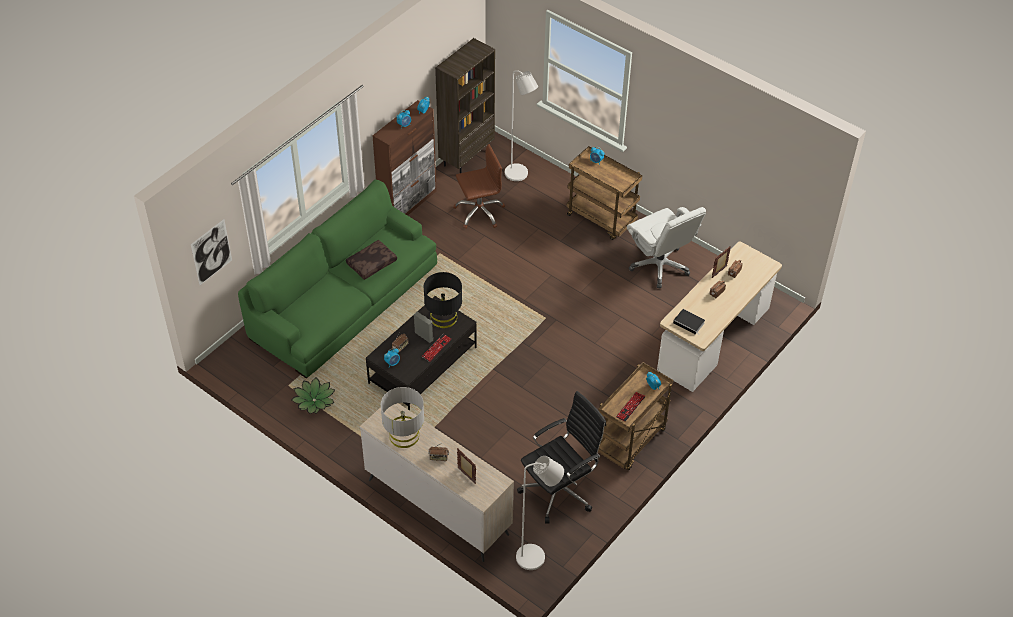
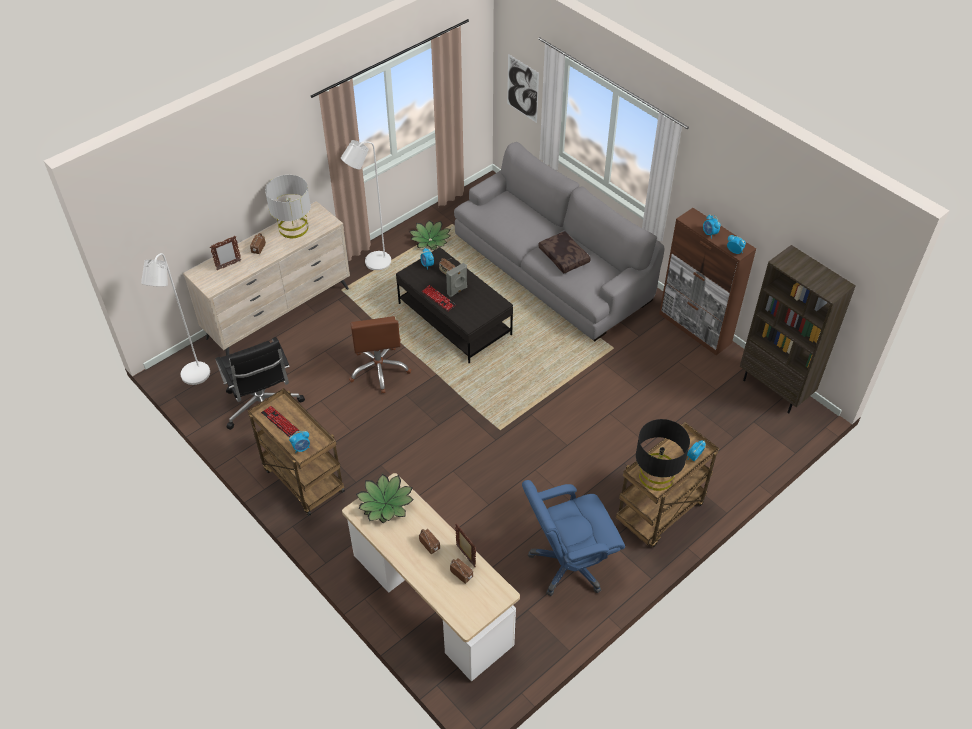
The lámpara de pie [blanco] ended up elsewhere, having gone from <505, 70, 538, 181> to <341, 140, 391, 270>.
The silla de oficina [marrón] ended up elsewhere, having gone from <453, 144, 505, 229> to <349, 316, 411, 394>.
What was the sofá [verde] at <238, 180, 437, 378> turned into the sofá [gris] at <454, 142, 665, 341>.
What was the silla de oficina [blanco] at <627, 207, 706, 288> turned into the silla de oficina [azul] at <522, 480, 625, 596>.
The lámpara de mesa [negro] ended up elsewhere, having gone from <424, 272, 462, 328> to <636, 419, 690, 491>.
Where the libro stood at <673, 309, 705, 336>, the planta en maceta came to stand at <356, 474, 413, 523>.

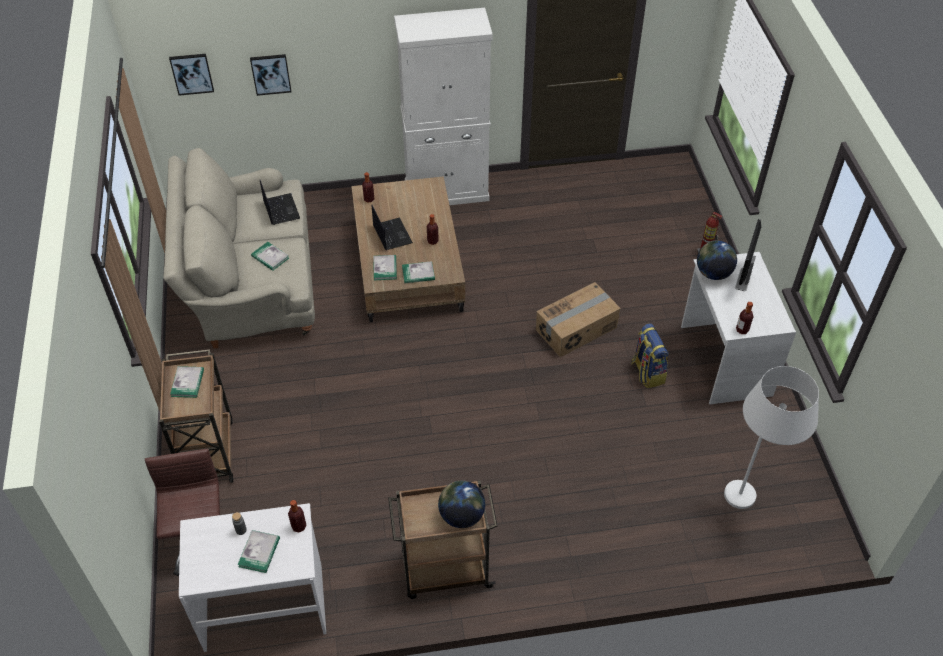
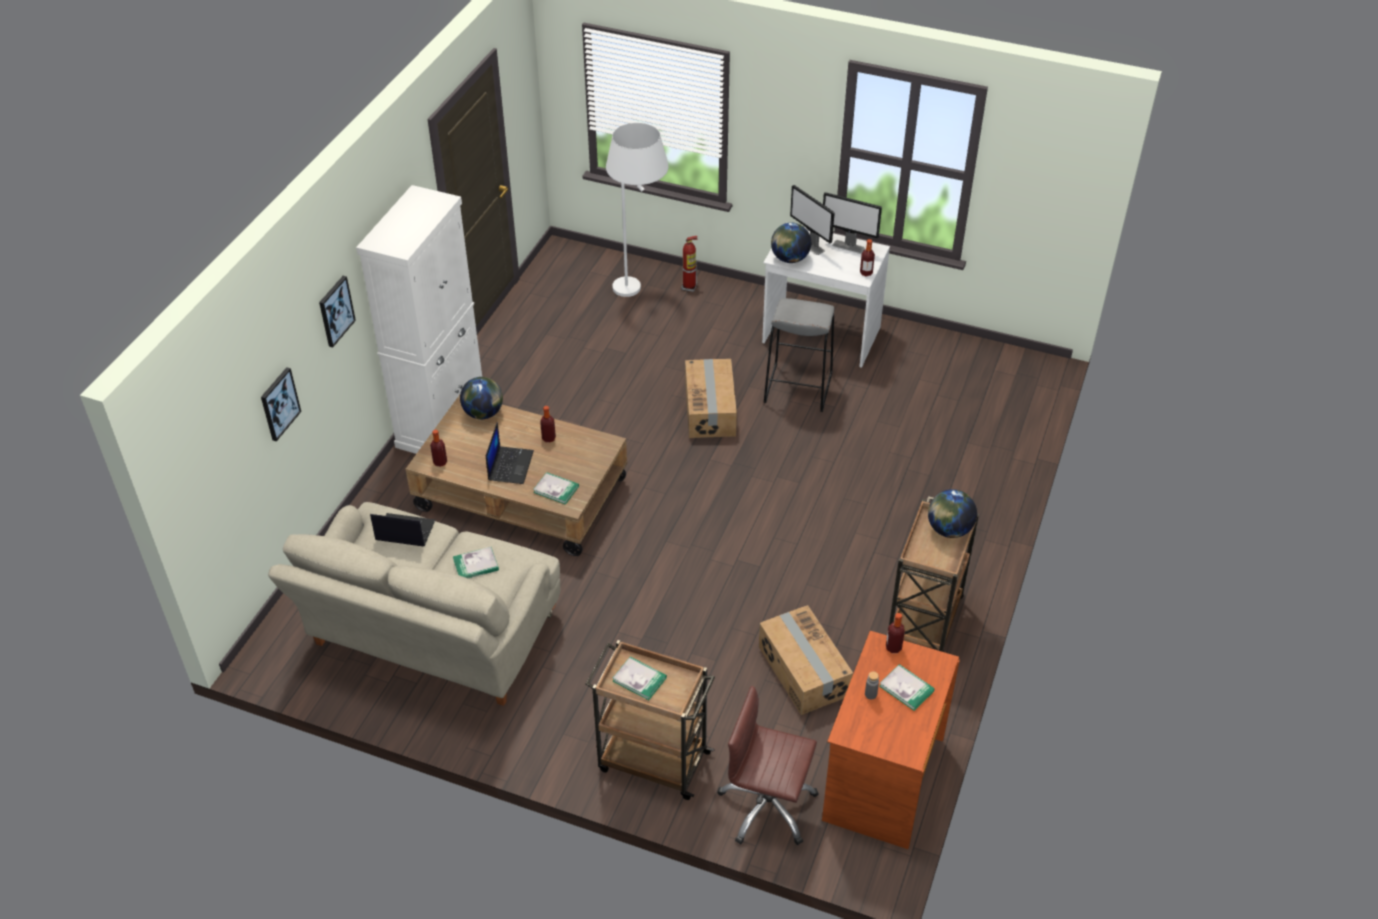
The cuadro ended up elsewhere, having gone from <169, 54, 214, 96> to <319, 276, 356, 347>.
The portátil at <372, 205, 413, 250> ended up facing another way, 90 degrees clockwise from before.
The second view lost the libro at <402, 261, 435, 283>.
Where the mochila stood at <631, 323, 669, 388>, the taburete [gris] came to stand at <764, 298, 834, 412>.
The lámpara de pie [blanco] ended up elsewhere, having gone from <724, 366, 819, 509> to <606, 123, 668, 297>.
What was the escritorio [blanco] at <179, 503, 326, 652> turned into the escritorio [marrón] at <822, 631, 960, 849>.
The second view gained the monitor at <823, 192, 882, 254>.
The second view gained the globo terráqueo at <460, 377, 503, 419>.
The second view gained the caja de cartón at <759, 605, 853, 715>.

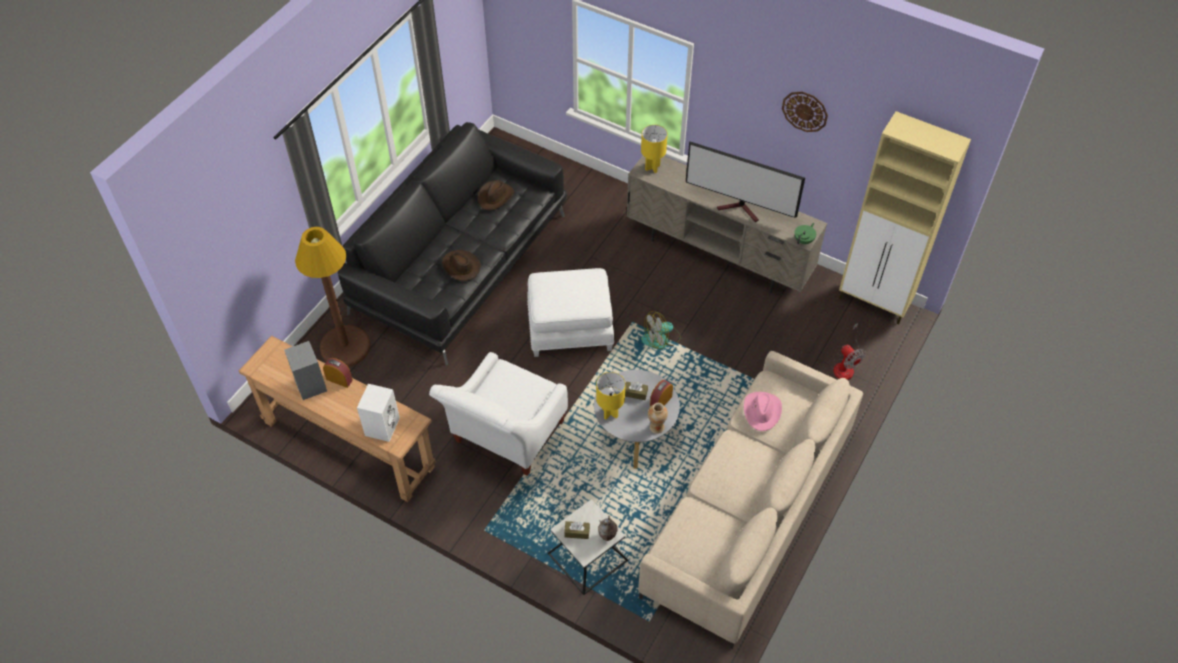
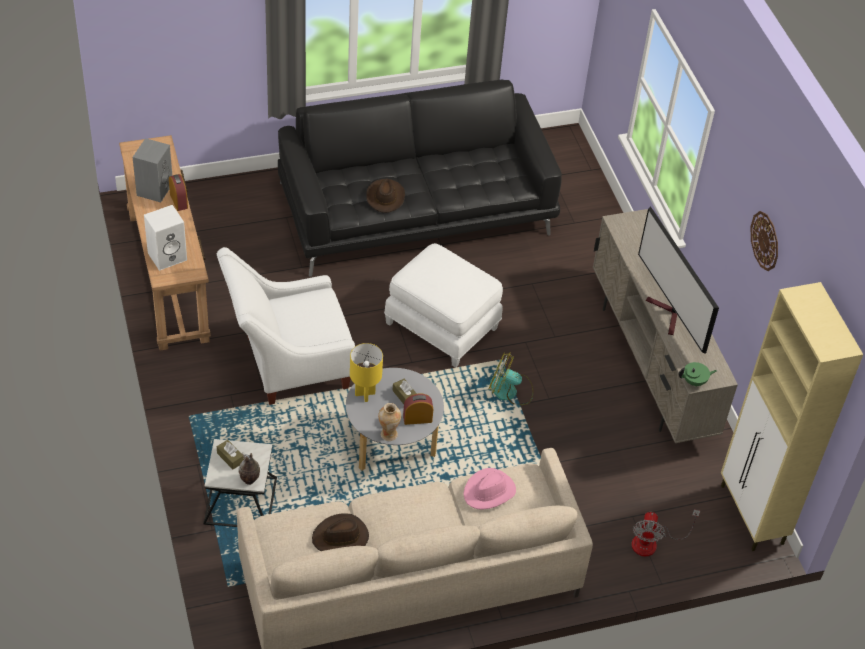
The second view lost the lámpara de mesa [amarillo] at <641, 125, 668, 173>.
The sombrero [marrón] ended up elsewhere, having gone from <478, 180, 514, 210> to <312, 513, 369, 551>.
The second view lost the lámpara de pie [marrón] at <295, 227, 371, 367>.

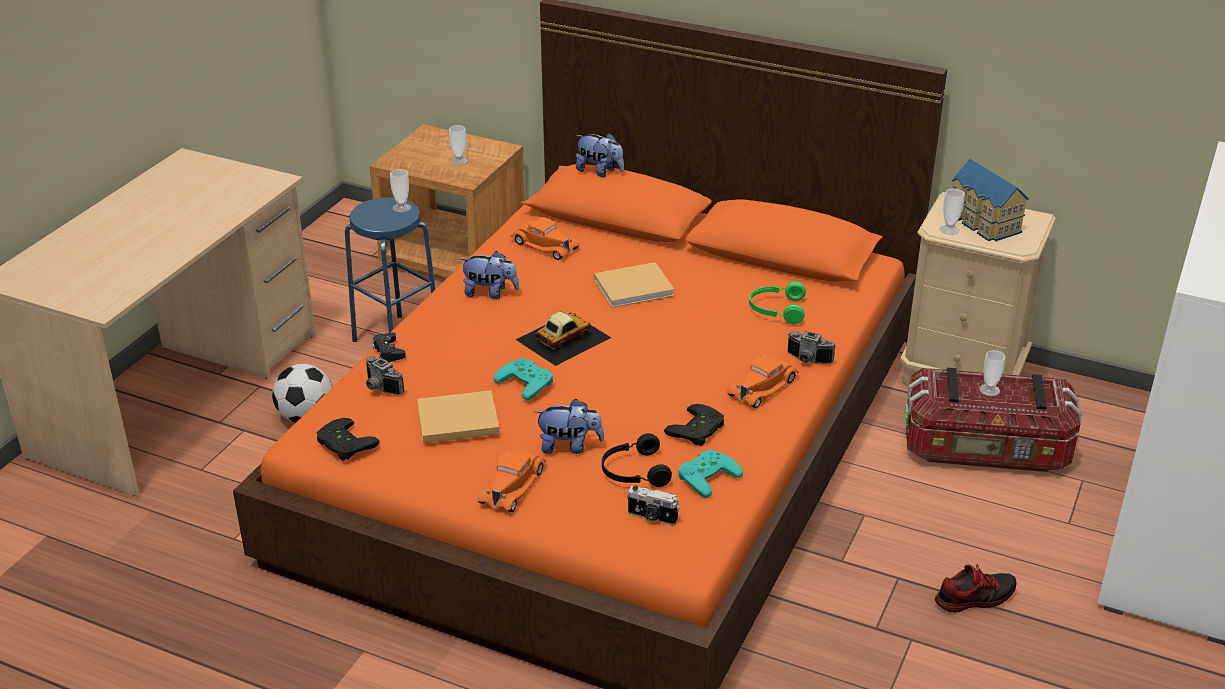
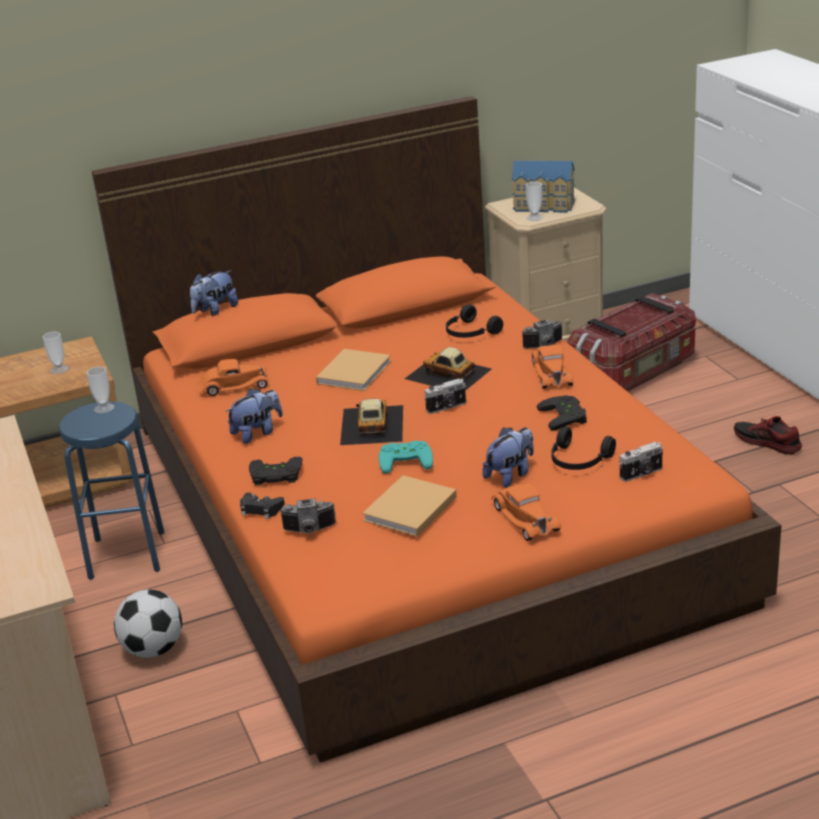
The peluche at <576, 133, 624, 177> ended up facing another way, 150 degrees clockwise from before.
What was the auriculares [verde] at <749, 281, 806, 325> turned into the auriculares [negro] at <446, 305, 503, 338>.
The second view lost the taza at <979, 350, 1006, 396>.
The mando de consola [negro] ended up elsewhere, having gone from <317, 418, 380, 461> to <249, 457, 302, 485>.
The second view lost the mando de consola [turquesa] at <678, 449, 743, 498>.
The zapato at <935, 564, 1017, 613> ended up facing another way, 75 degrees counterclockwise from before.
The second view gained the coche de juguete at <405, 347, 492, 390>.
The second view gained the cámara at <424, 378, 466, 414>.

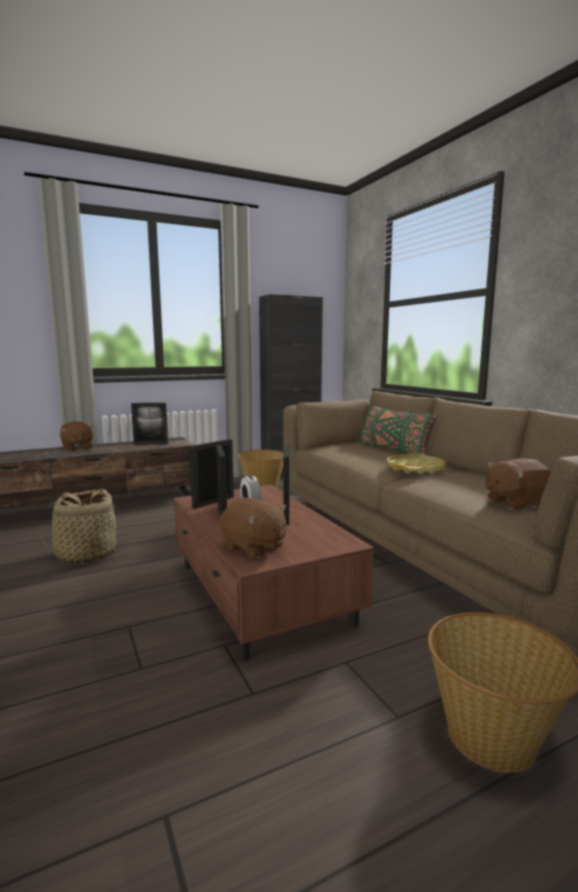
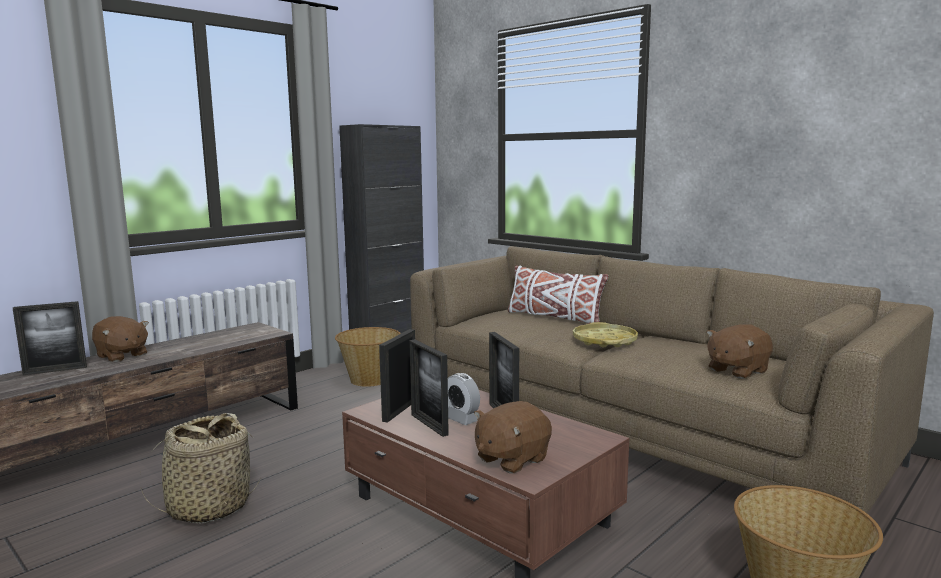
The portarretratos ended up elsewhere, having gone from <131, 403, 168, 445> to <13, 301, 87, 375>.
What was the cojín [verde] at <359, 405, 437, 454> turned into the cojín [blanco] at <508, 266, 609, 324>.
The peluche [marrón] at <220, 498, 287, 558> ended up facing another way, 120 degrees clockwise from before.

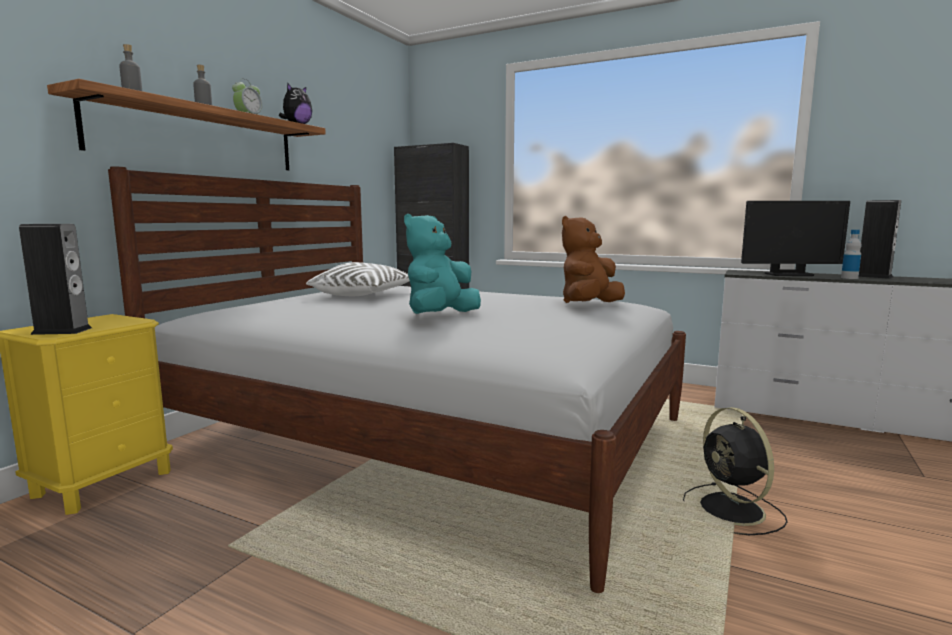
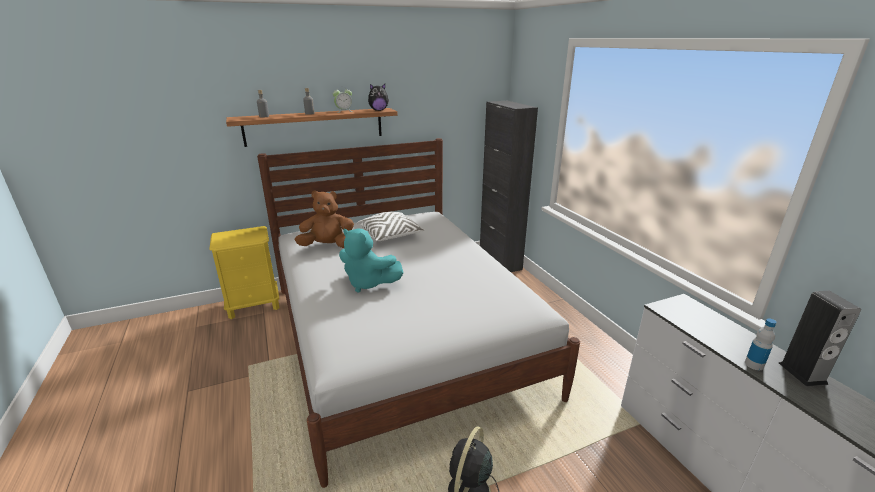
The second view lost the monitor at <741, 201, 850, 276>.
The peluche [turquesa] at <404, 214, 481, 314> ended up facing another way, 135 degrees counterclockwise from before.
The peluche [marrón] ended up elsewhere, having gone from <562, 216, 625, 303> to <295, 190, 354, 248>.
The second view lost the altavoz at <19, 224, 92, 335>.

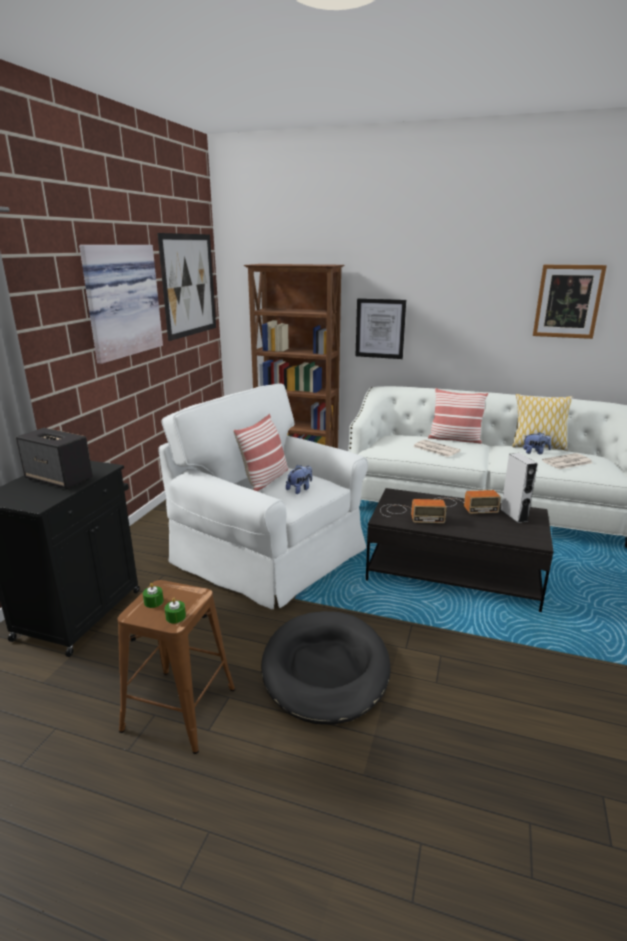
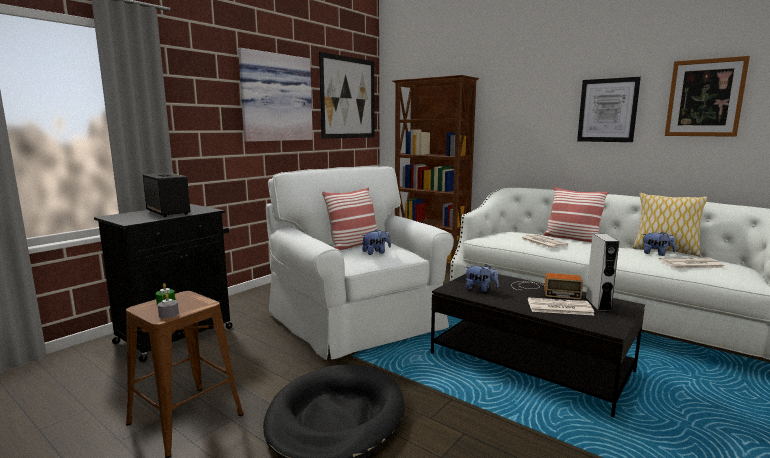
The cuadro ended up elsewhere, having gone from <356, 298, 406, 359> to <577, 77, 641, 142>.
Where the radio stood at <380, 499, 447, 523>, the peluche came to stand at <465, 264, 499, 292>.
What was the vela [verde] at <165, 597, 186, 623> turned into the vela [gris] at <158, 294, 179, 318>.
The second view gained the periódico at <528, 298, 595, 316>.

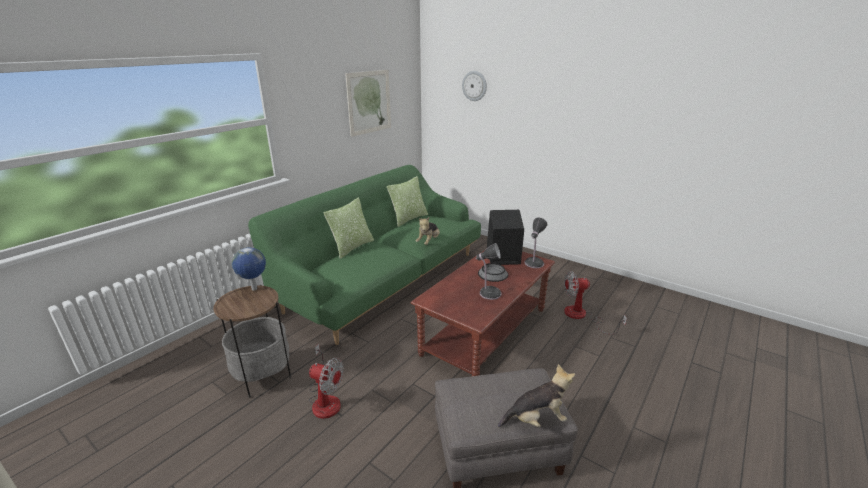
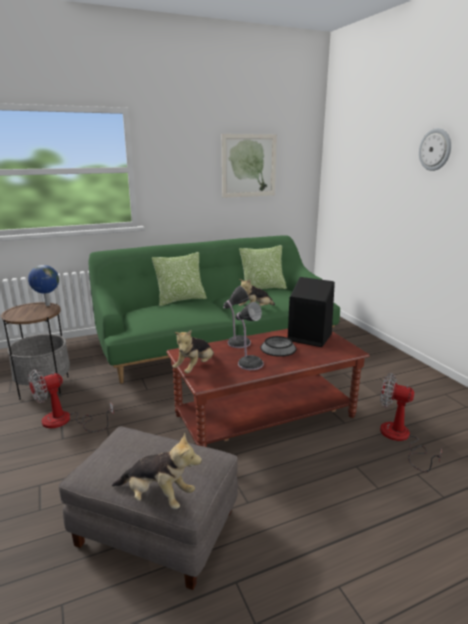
The reloj de pared ended up elsewhere, having gone from <462, 71, 487, 101> to <419, 128, 451, 171>.
The lámpara de mesa ended up elsewhere, having gone from <525, 217, 548, 268> to <223, 286, 251, 348>.
The ventilador at <309, 344, 344, 419> ended up facing another way, 90 degrees clockwise from before.
The second view gained the peluche at <173, 330, 214, 374>.

